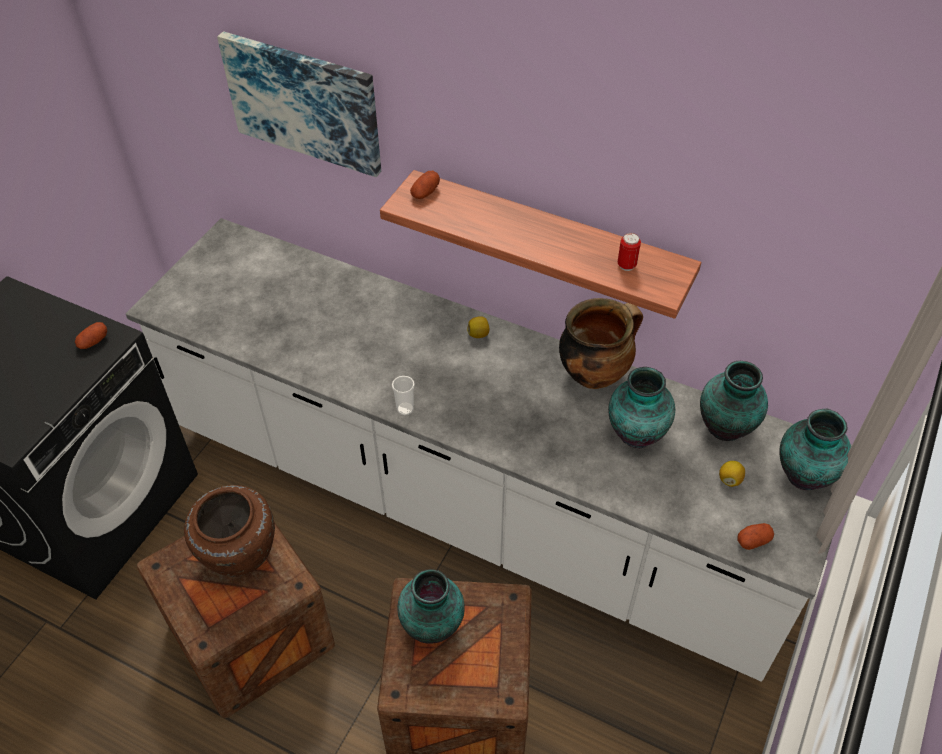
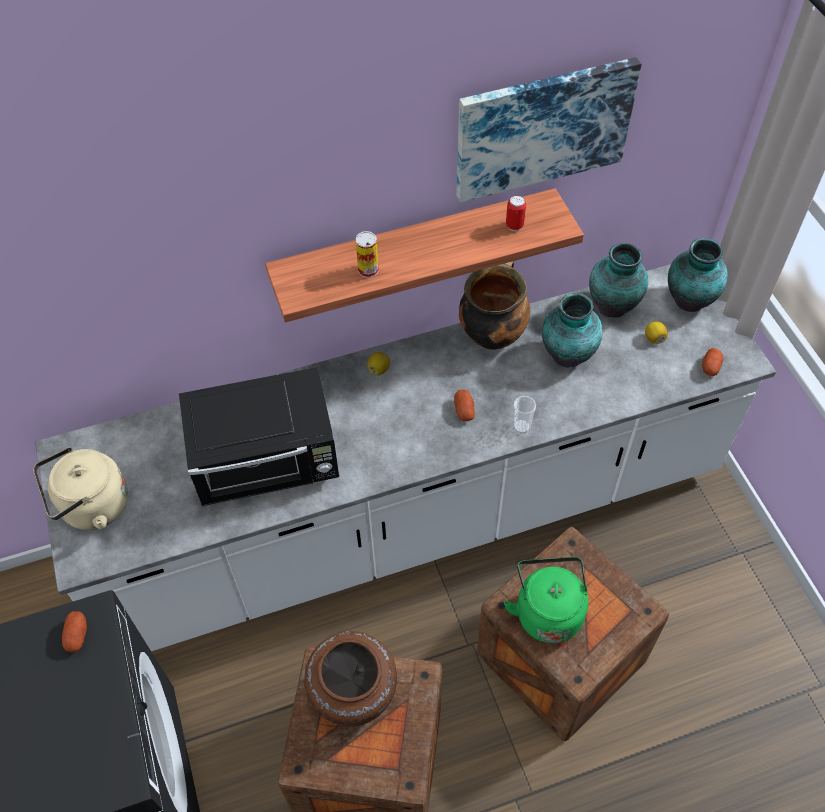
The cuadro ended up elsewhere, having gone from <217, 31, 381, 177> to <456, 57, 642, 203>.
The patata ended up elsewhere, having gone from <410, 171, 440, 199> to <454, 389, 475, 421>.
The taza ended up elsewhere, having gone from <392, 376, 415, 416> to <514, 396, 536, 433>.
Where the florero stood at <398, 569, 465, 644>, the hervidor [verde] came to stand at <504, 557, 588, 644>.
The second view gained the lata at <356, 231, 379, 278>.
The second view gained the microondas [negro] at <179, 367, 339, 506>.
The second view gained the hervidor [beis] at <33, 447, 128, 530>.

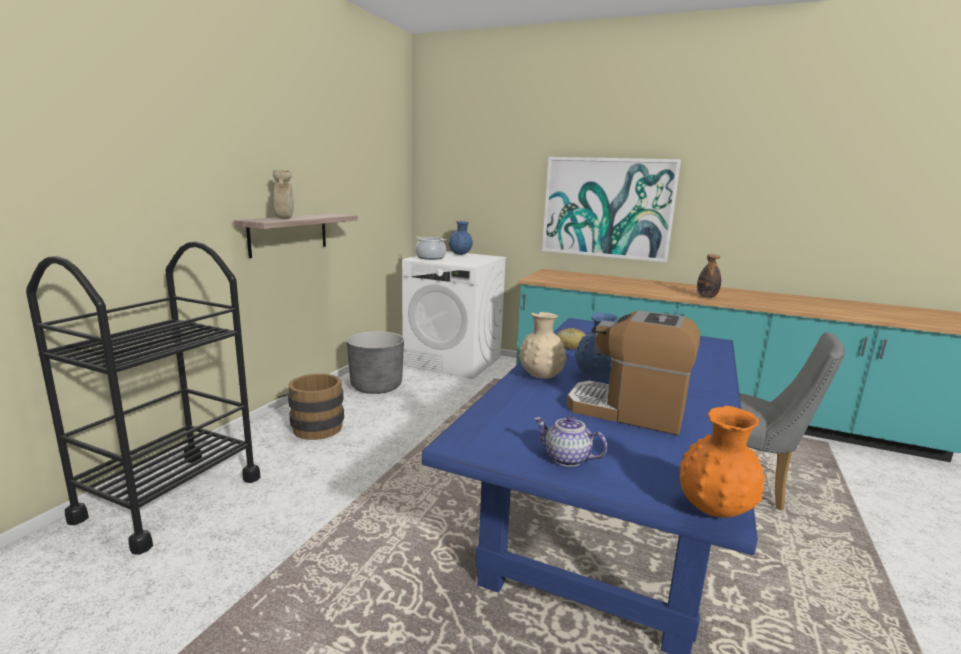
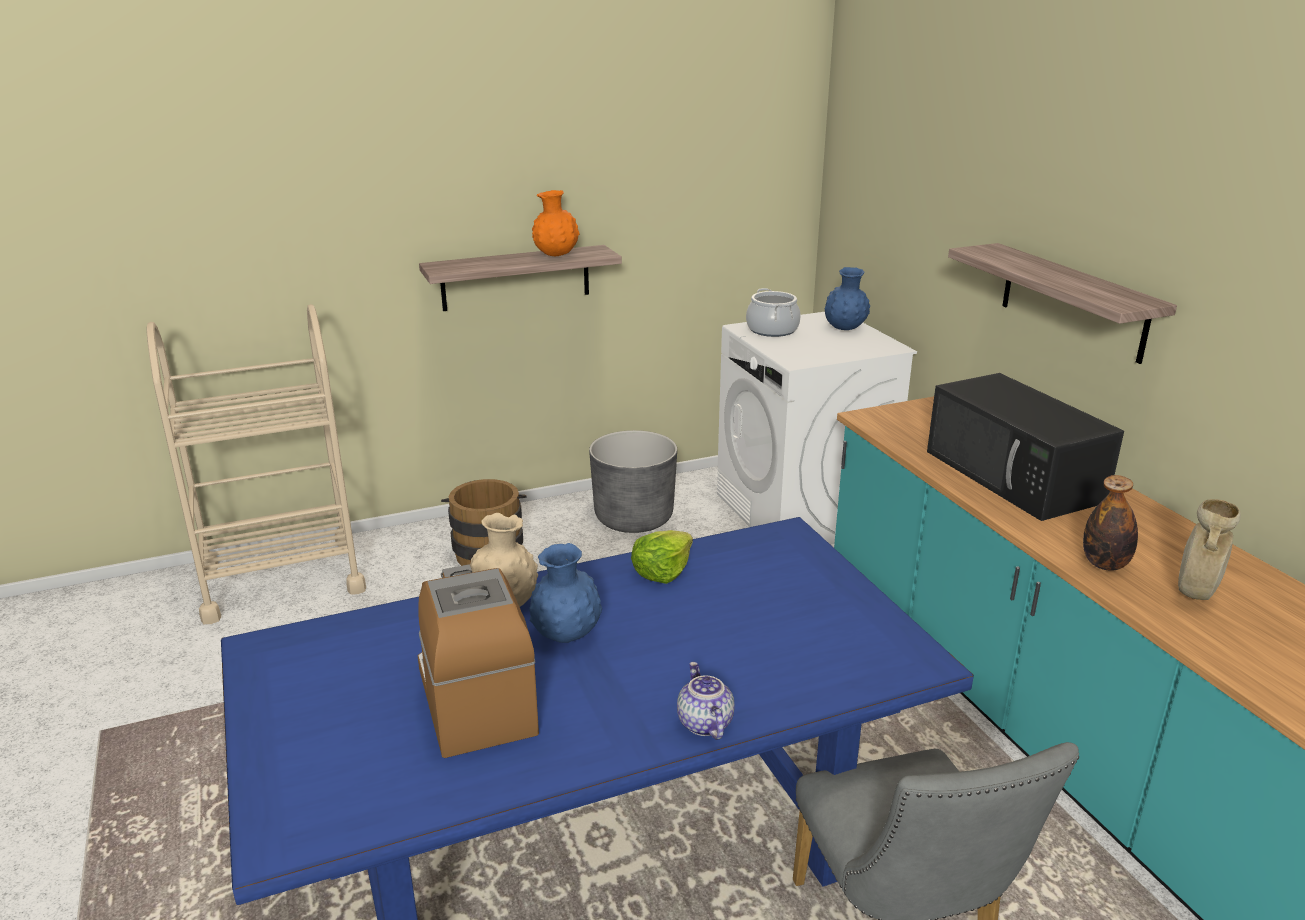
Where the cuadro hung at <542, 157, 681, 262>, the estante came to hang at <948, 243, 1177, 364>.
The florero [beis] ended up elsewhere, having gone from <273, 170, 294, 219> to <1178, 499, 1241, 600>.
What was the carrito [negro] at <26, 242, 260, 555> turned into the carrito [beis] at <147, 304, 366, 624>.
Where the pan stood at <557, 328, 586, 349>, the lechuga came to stand at <631, 530, 693, 584>.
The florero [naranja] ended up elsewhere, having gone from <680, 406, 765, 518> to <532, 190, 580, 256>.
The tetera ended up elsewhere, having gone from <534, 416, 608, 467> to <677, 662, 735, 740>.
The second view gained the microondas [negro] at <927, 373, 1124, 521>.

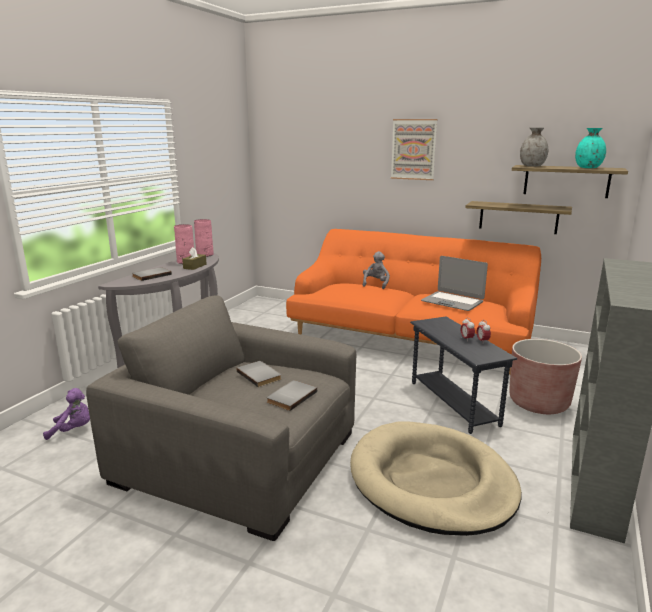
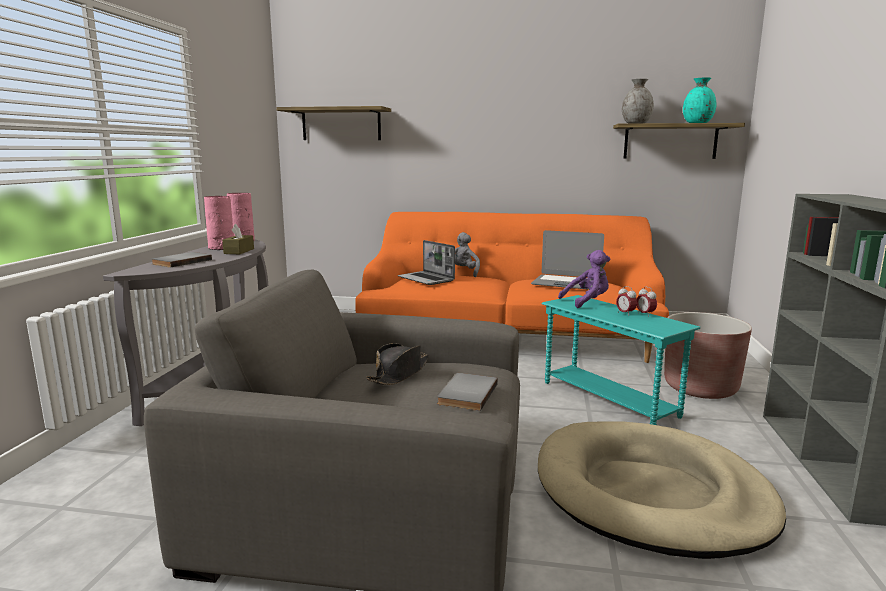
The second view lost the cuadro at <391, 119, 437, 180>.
The estante ended up elsewhere, having gone from <465, 201, 572, 234> to <276, 106, 391, 140>.
What was the mesa auxiliar [gris] at <410, 317, 517, 434> turned into the mesa auxiliar [turquesa] at <542, 295, 700, 425>.
Where the libro [gris] stood at <237, 361, 281, 387>, the sombrero [negro] came to stand at <366, 343, 429, 385>.
The peluche [morado] ended up elsewhere, having gone from <43, 388, 90, 440> to <558, 250, 610, 308>.
The second view gained the portátil at <398, 240, 455, 285>.

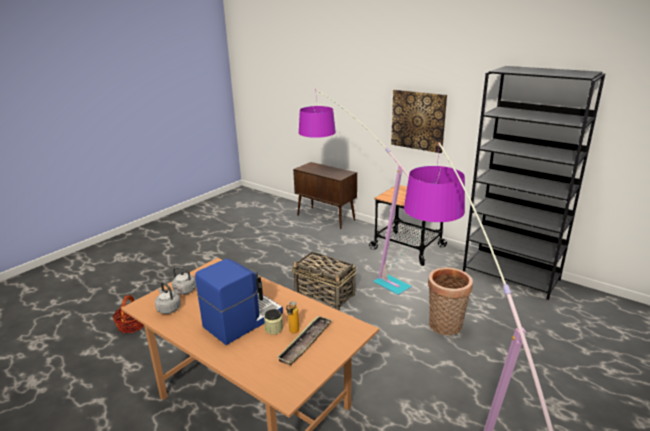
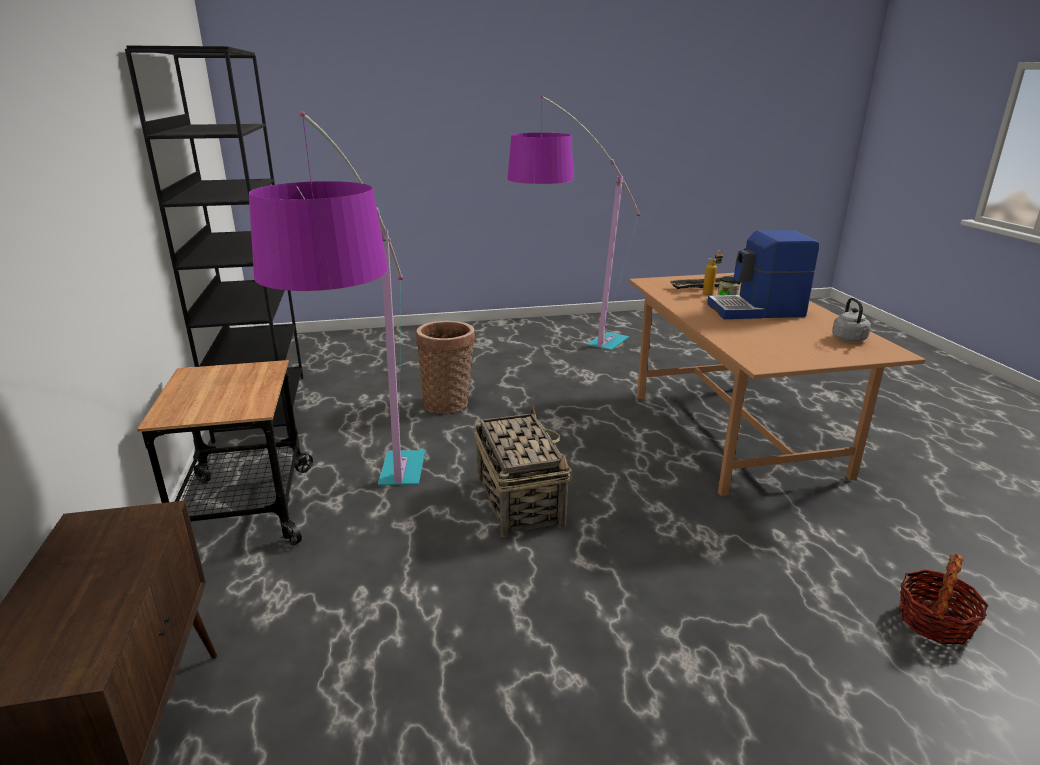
The second view lost the cuadro at <391, 90, 447, 153>.
The second view lost the hervidor [gris] at <172, 267, 196, 295>.

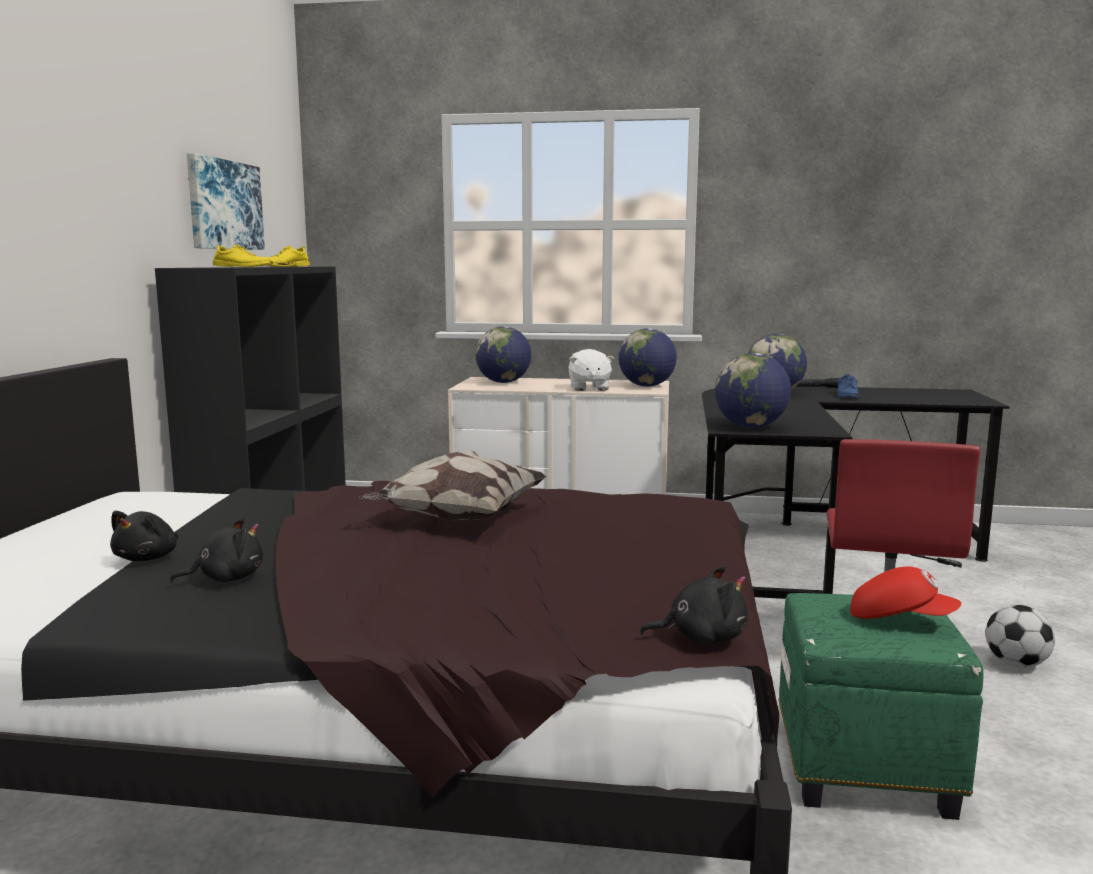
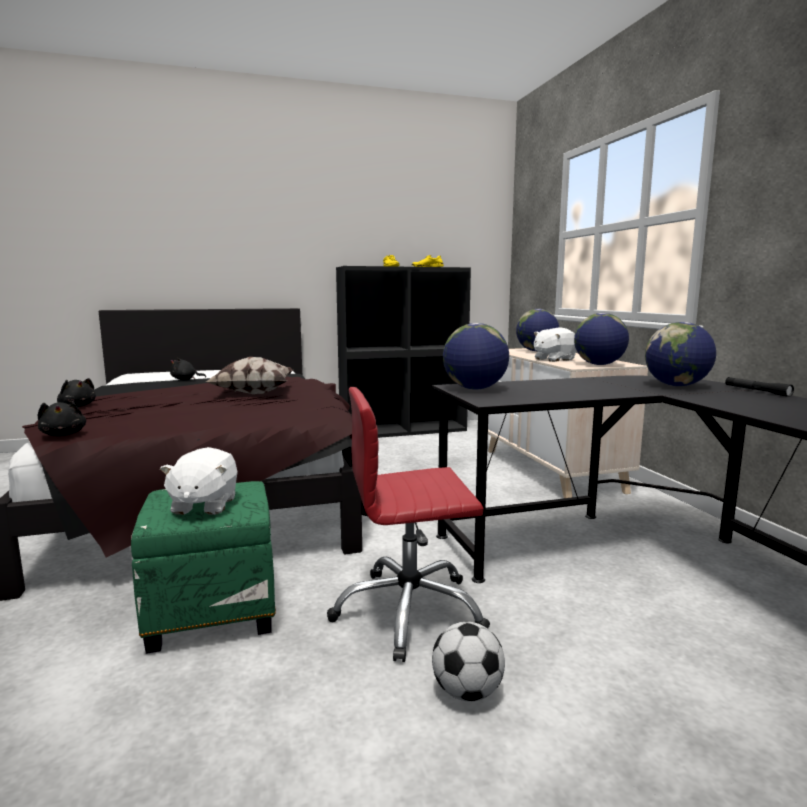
The second view lost the cuadro at <187, 153, 265, 250>.
The second view lost the zapato [azul] at <837, 374, 859, 398>.
The peluche [negro] ended up elsewhere, having gone from <170, 518, 263, 583> to <57, 378, 96, 407>.
Where the gorra [rojo] stood at <850, 567, 961, 619>, the peluche [blanco] came to stand at <160, 447, 238, 515>.

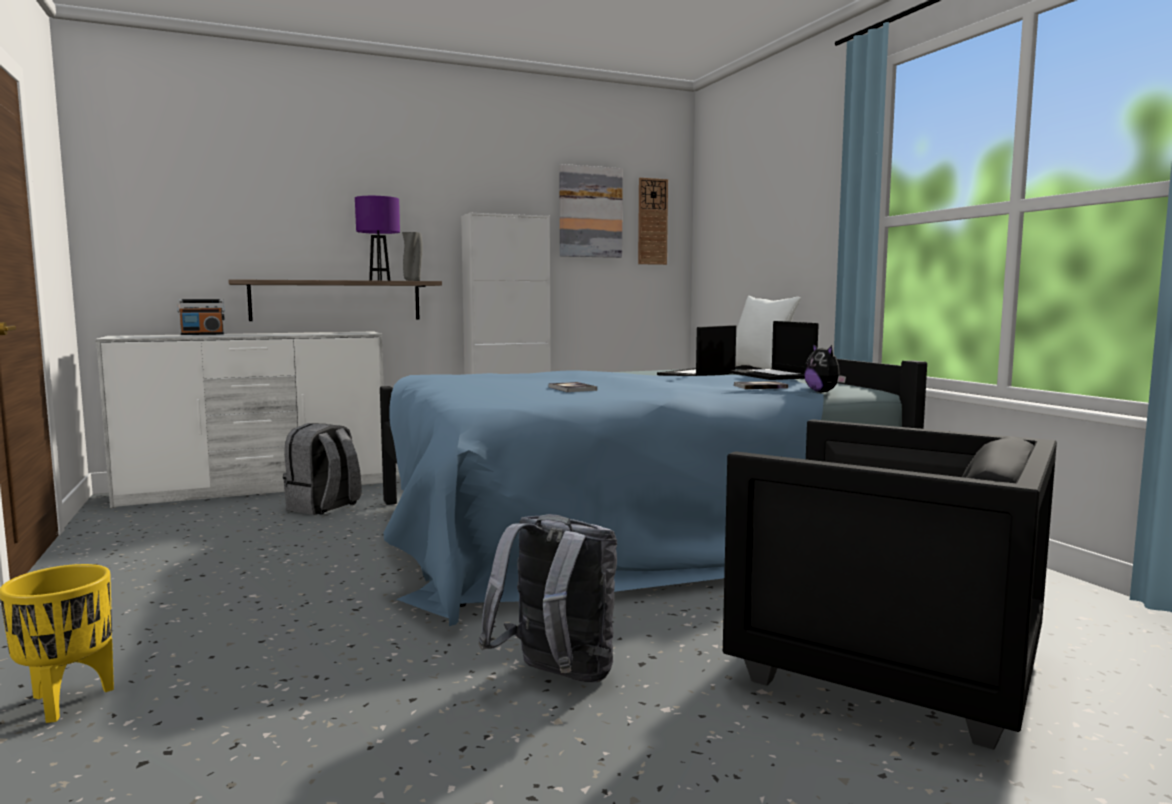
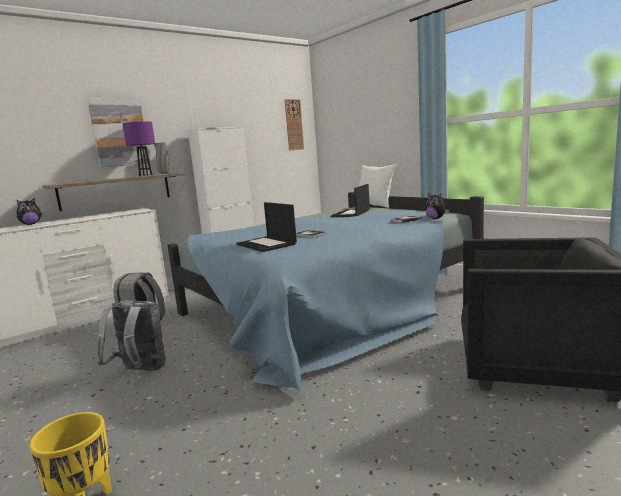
The cuadro ended up elsewhere, having gone from <559, 164, 623, 258> to <88, 99, 150, 168>.
Where the radio stood at <177, 299, 225, 335>, the peluche came to stand at <17, 198, 42, 225>.
The portátil ended up elsewhere, having gone from <730, 321, 819, 380> to <236, 202, 297, 252>.
The mochila [gris] ended up elsewhere, having gone from <479, 514, 617, 683> to <97, 300, 166, 371>.

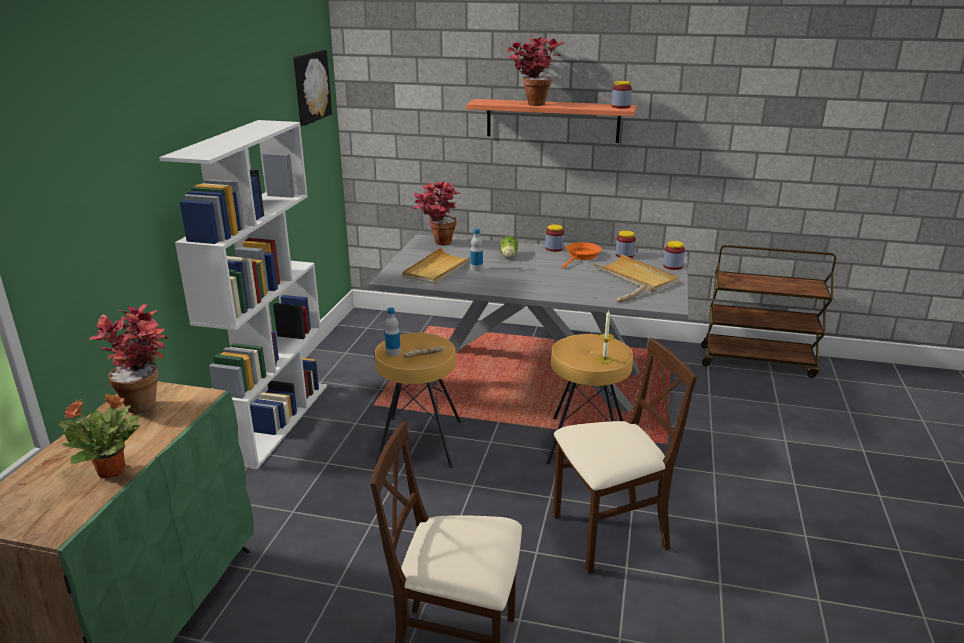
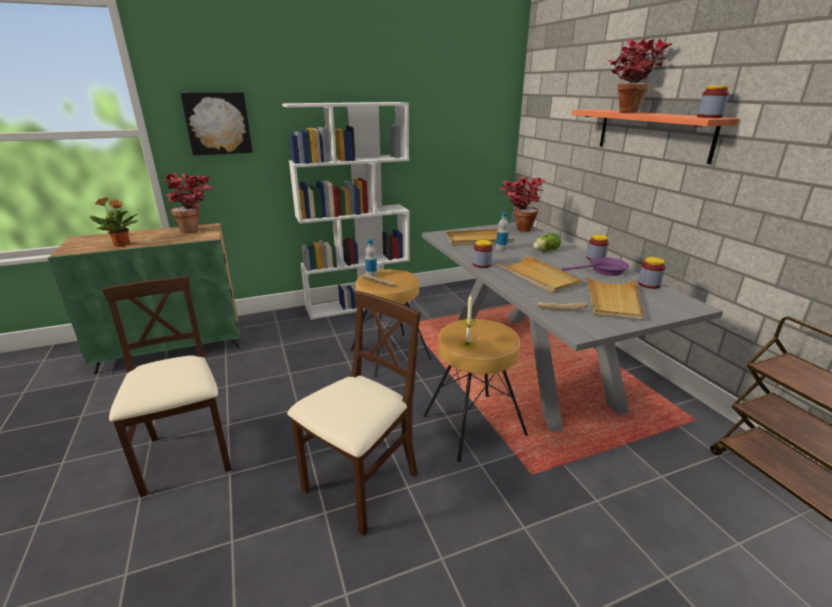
The cuadro ended up elsewhere, having gone from <293, 50, 332, 126> to <180, 92, 253, 155>.
The tarro ended up elsewhere, having gone from <663, 241, 685, 270> to <473, 240, 493, 268>.
What was the sartén [naranja] at <562, 242, 602, 268> turned into the sartén [morado] at <562, 257, 629, 276>.
The silla [beis] at <553, 338, 697, 574> ended up facing another way, 90 degrees counterclockwise from before.
The second view gained the bandeja [beis] at <497, 255, 582, 293>.

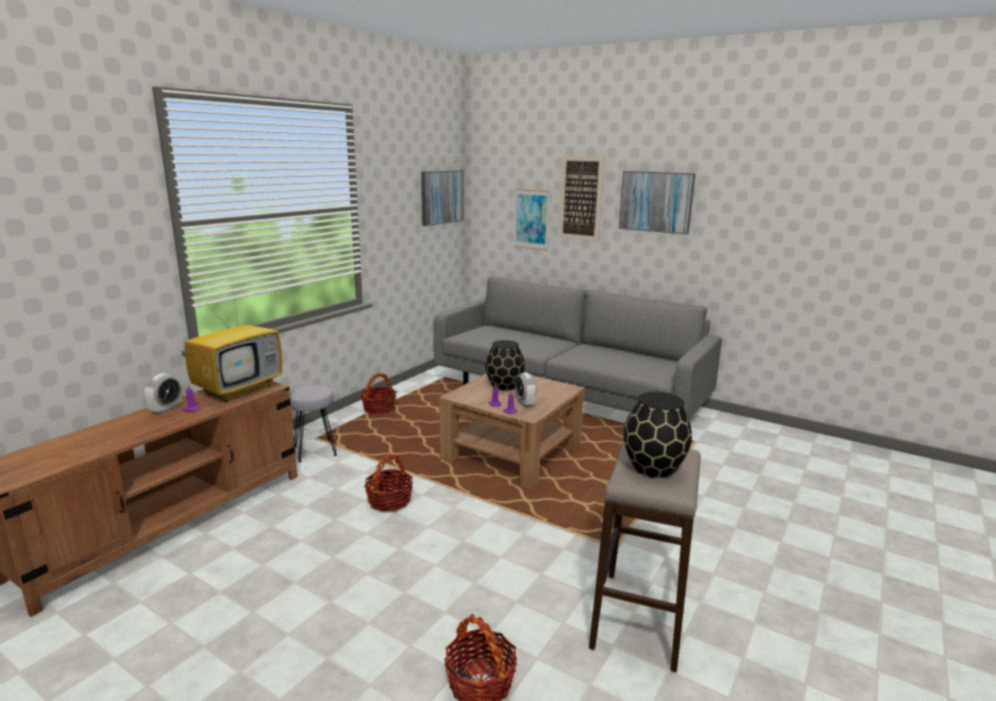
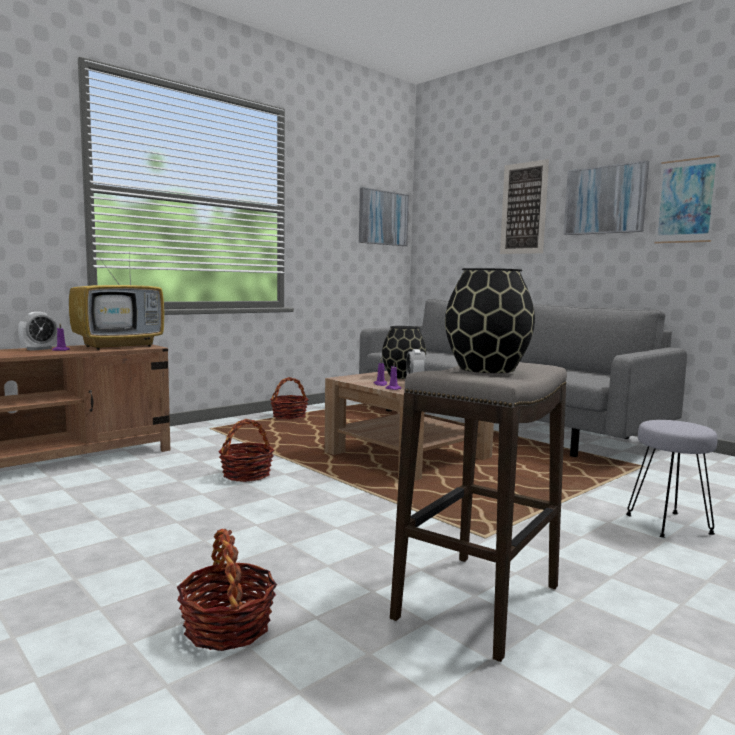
The cuadro ended up elsewhere, having gone from <514, 189, 550, 250> to <654, 155, 720, 244>.
The taburete [gris] ended up elsewhere, having gone from <290, 385, 337, 462> to <626, 420, 718, 538>.

